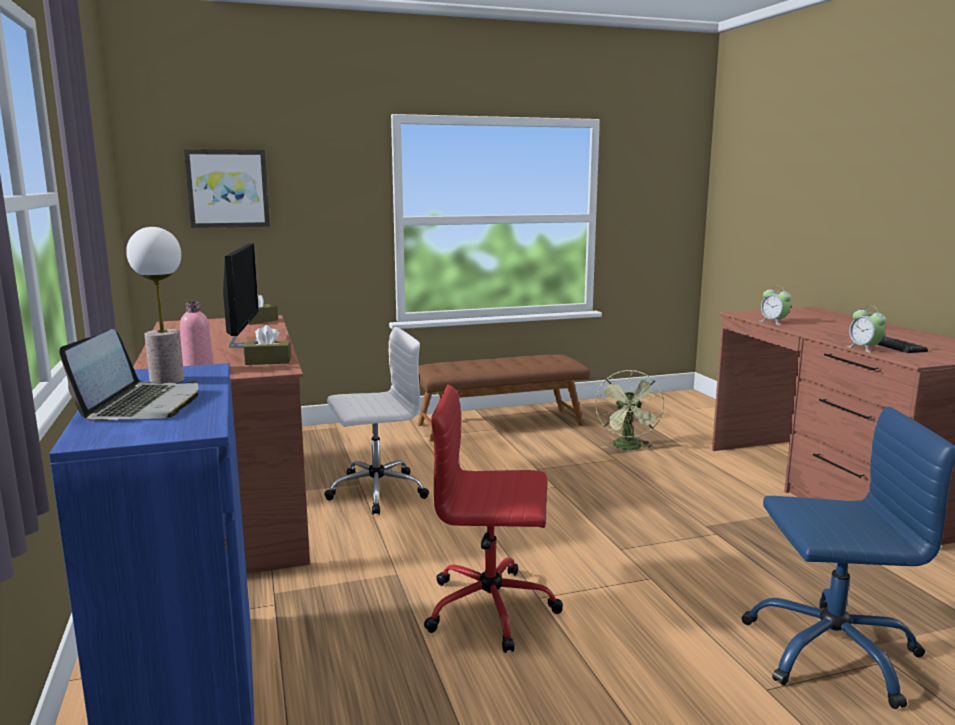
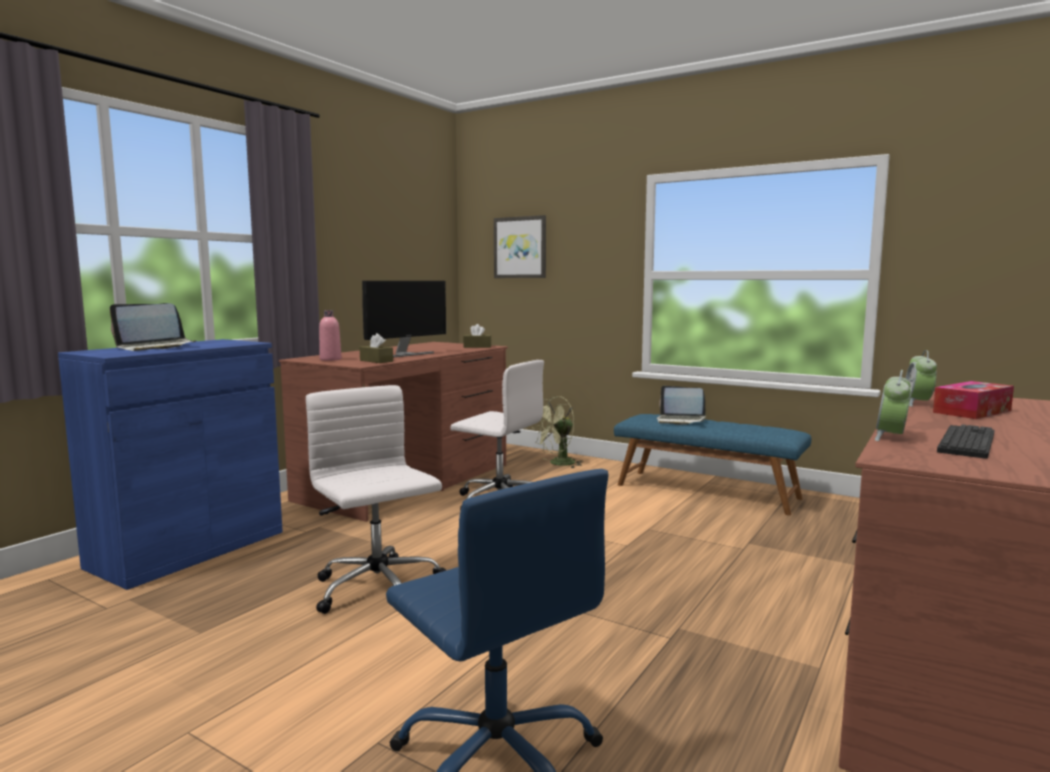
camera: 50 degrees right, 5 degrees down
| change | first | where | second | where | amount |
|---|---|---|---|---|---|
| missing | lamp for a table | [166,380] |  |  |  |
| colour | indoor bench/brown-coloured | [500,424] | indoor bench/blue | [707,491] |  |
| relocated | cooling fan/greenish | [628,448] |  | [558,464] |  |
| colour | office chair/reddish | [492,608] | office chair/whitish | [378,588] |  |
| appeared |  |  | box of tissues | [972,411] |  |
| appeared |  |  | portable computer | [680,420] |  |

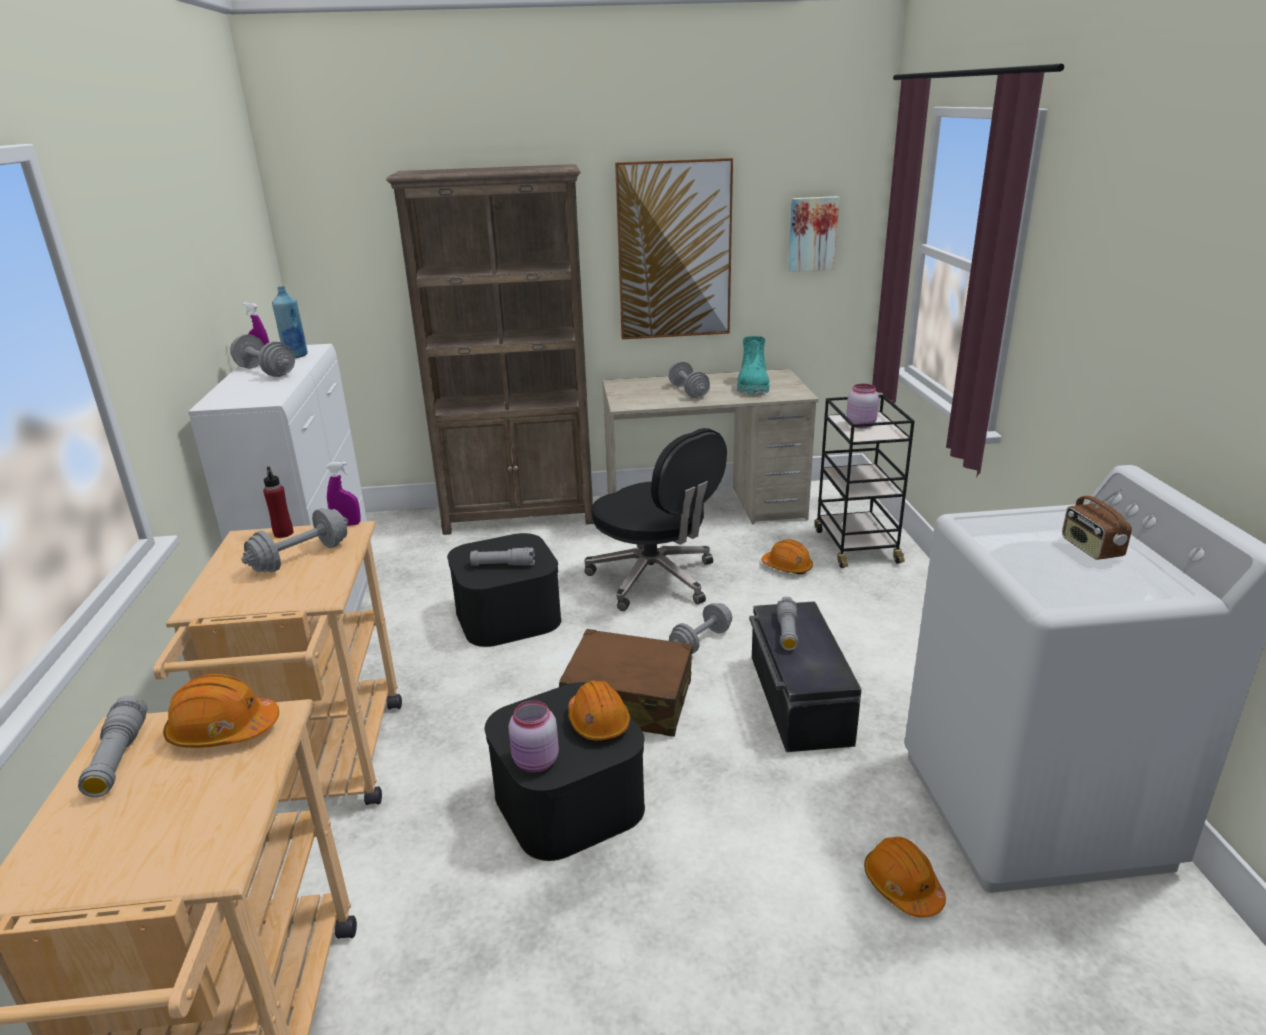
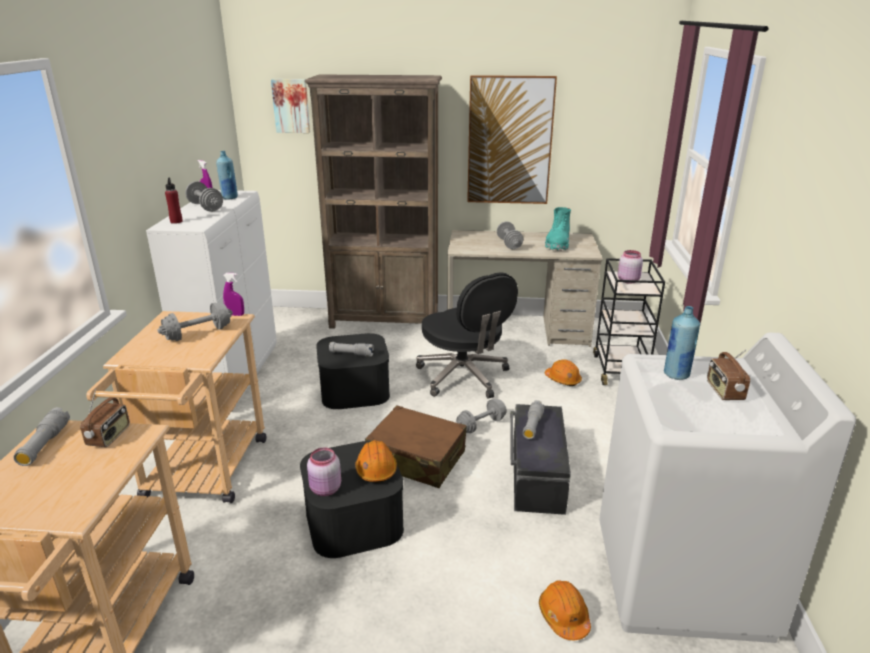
camera: 10 degrees right, 0 degrees up
| change | first | where | second | where | amount |
|---|---|---|---|---|---|
| relocated | picture | [812,234] |  | [291,105] |  |
| relocated | drink bottle/reddish | [283,533] |  | [176,221] |  |
| exchanged | work helmet/orange | [223,730] | radio receiver | [109,437] |  |
| appeared |  |  | drink bottle/blue | [676,374] |  |

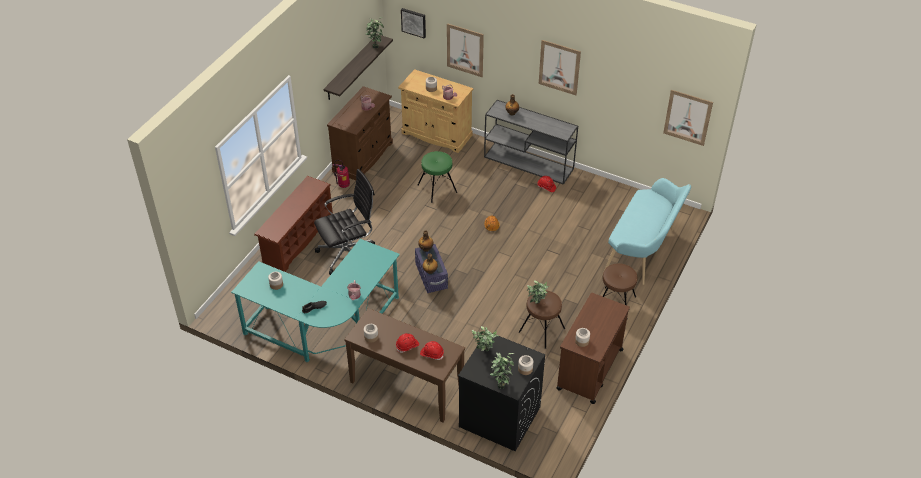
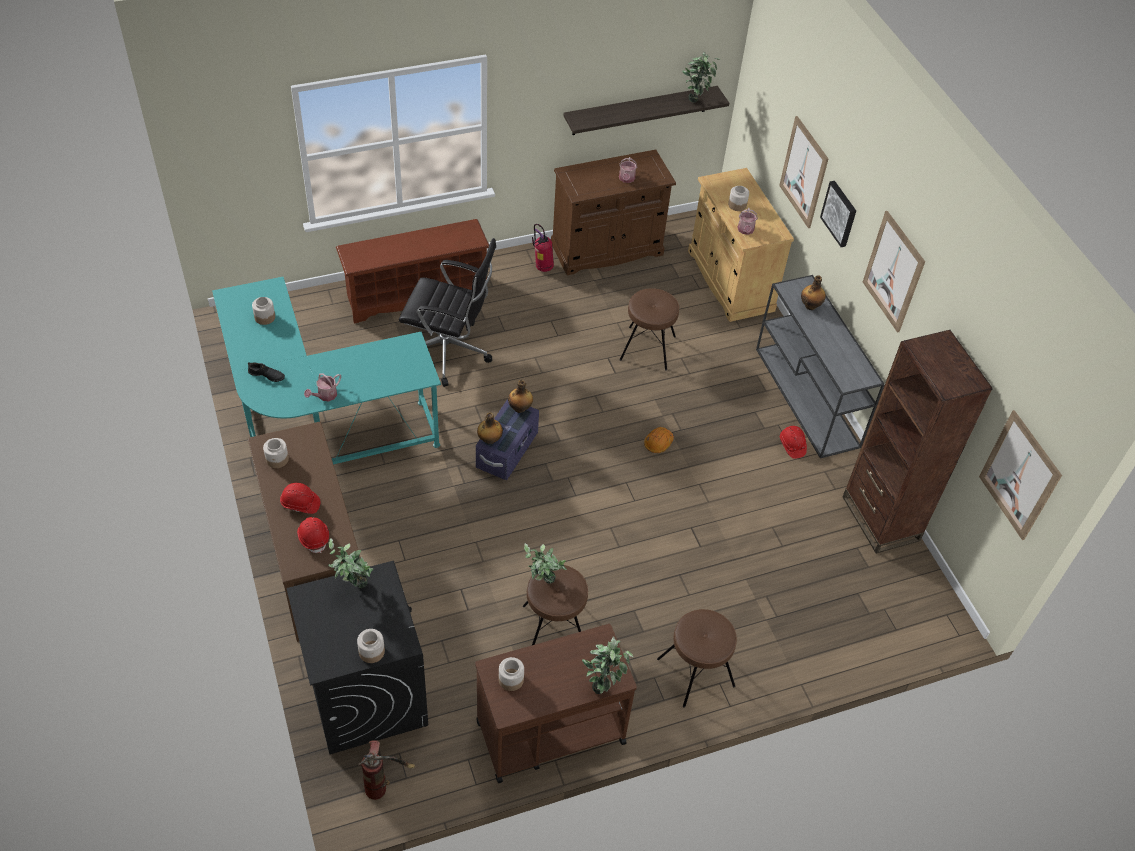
camera: 40 degrees right, 5 degrees up
| change | first | where | second | where | amount |
|---|---|---|---|---|---|
| relocated | picture | [414,22] |  | [840,213] |  |
| colour | stool seat/greenish | [437,188] | stool seat/brown-coloured | [648,348] |  |
| missing | indoor bench/blue-green | [643,252] |  |  |  |
| relocated | plant in a pot | [501,382] |  | [603,683] |  |
| appeared |  |  | shelving unit/brown-coloured | [880,519] |  |
| appeared |  |  | extinguisher | [383,784] |  |

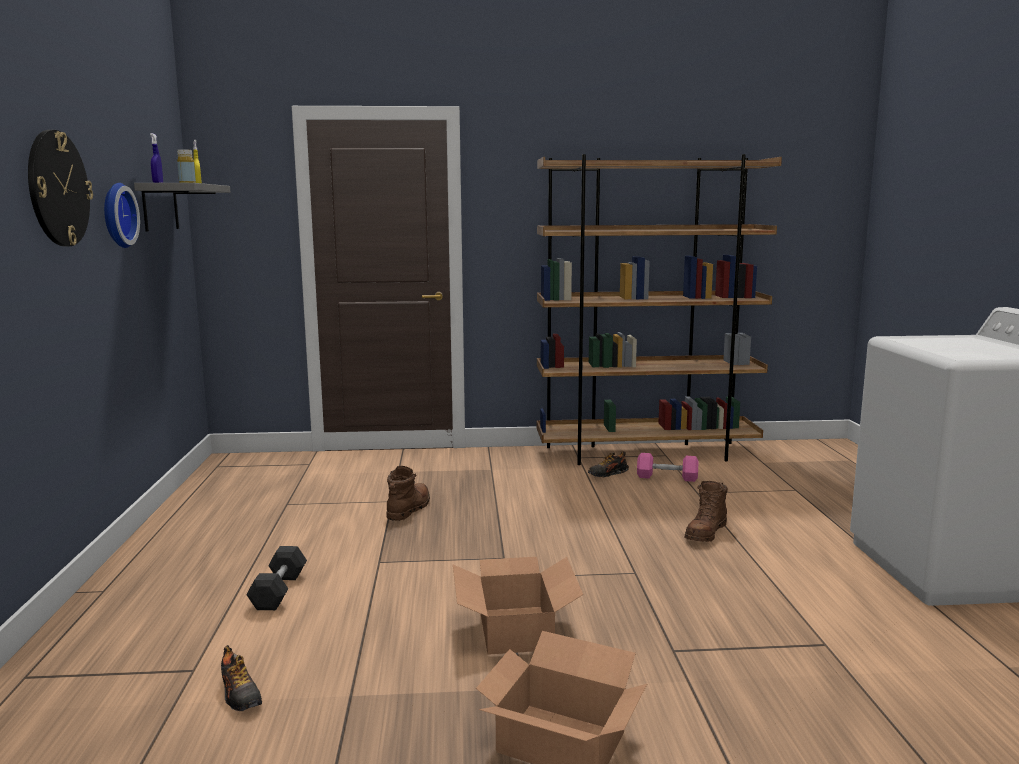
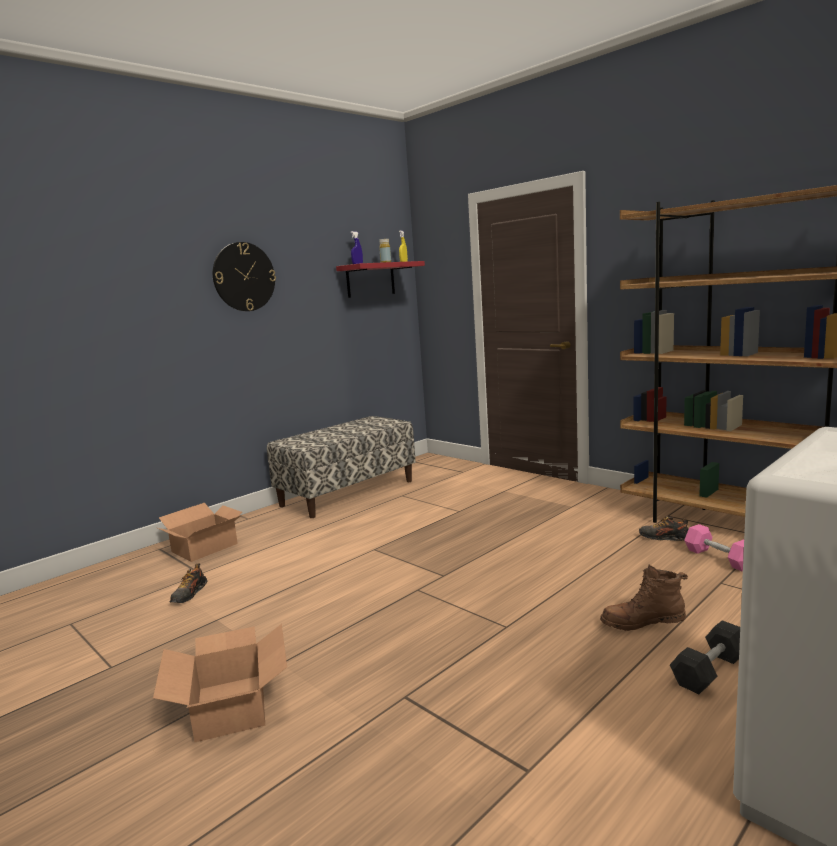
camera: 50 degrees right, 0 degrees up
| change | first | where | second | where | amount |
|---|---|---|---|---|---|
| missing | wall clock | [116,215] |  |  |  |
| colour | shelf/gray | [160,207] | shelf/reddish | [370,280] |  |
| missing | boot/brown-coloured | [409,509] |  |  |  |
| relocated | free weight/gray | [279,591] |  | [710,671] |  |
| relocated | cardboard box | [516,629] |  | [205,548] |  |
| appeared |  |  | indoor bench | [348,493] |  |

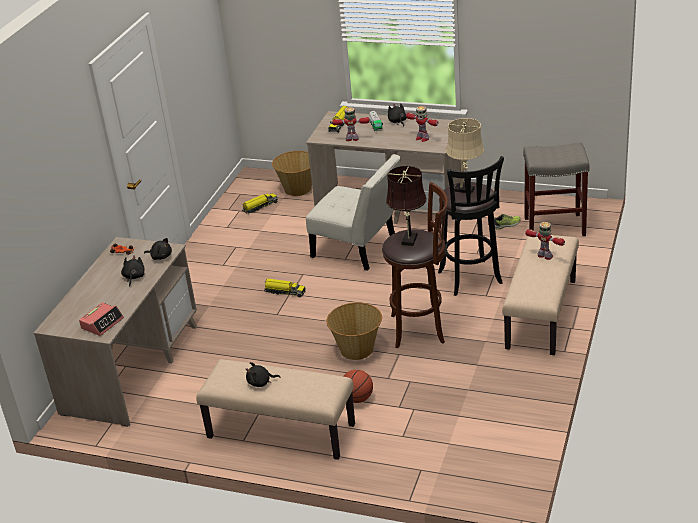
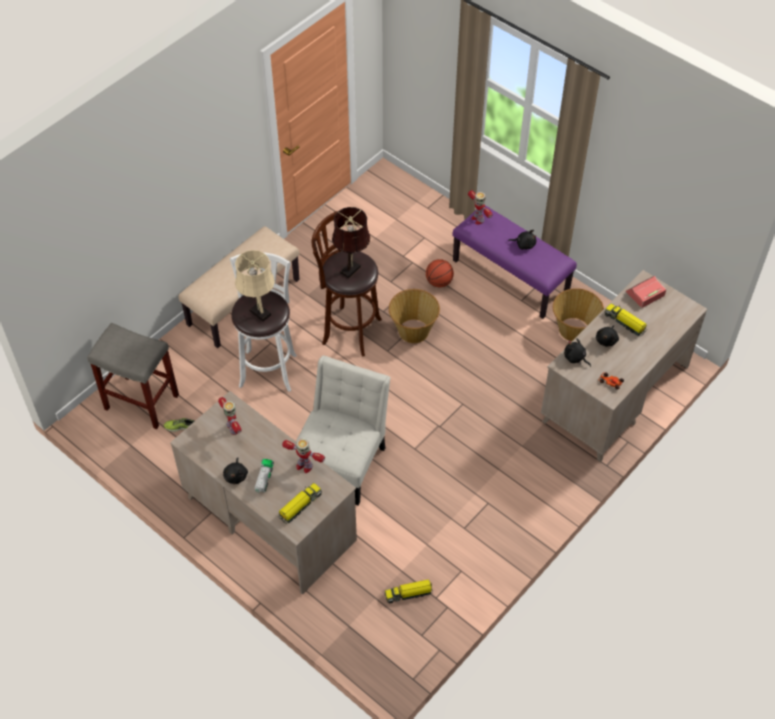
camera: 160 degrees left, 20 degrees up
| change | first | where | second | where | amount |
|---|---|---|---|---|---|
| relocated | storage basket | [297,189] |  | [574,330] |  |
| spun | chair/whitish | [358,249] |  | [342,460] | 60 degrees clockwise |
| colour | stool seat/black | [471,279] | stool seat/whitish | [268,368] |  |
| relocated | toy robot | [545,256] |  | [477,219] |  |
| relocated | toy truck | [284,292] |  | [625,322] |  |
| colour | indoor bench/beige | [280,432] | indoor bench/purplish | [511,277] |  |

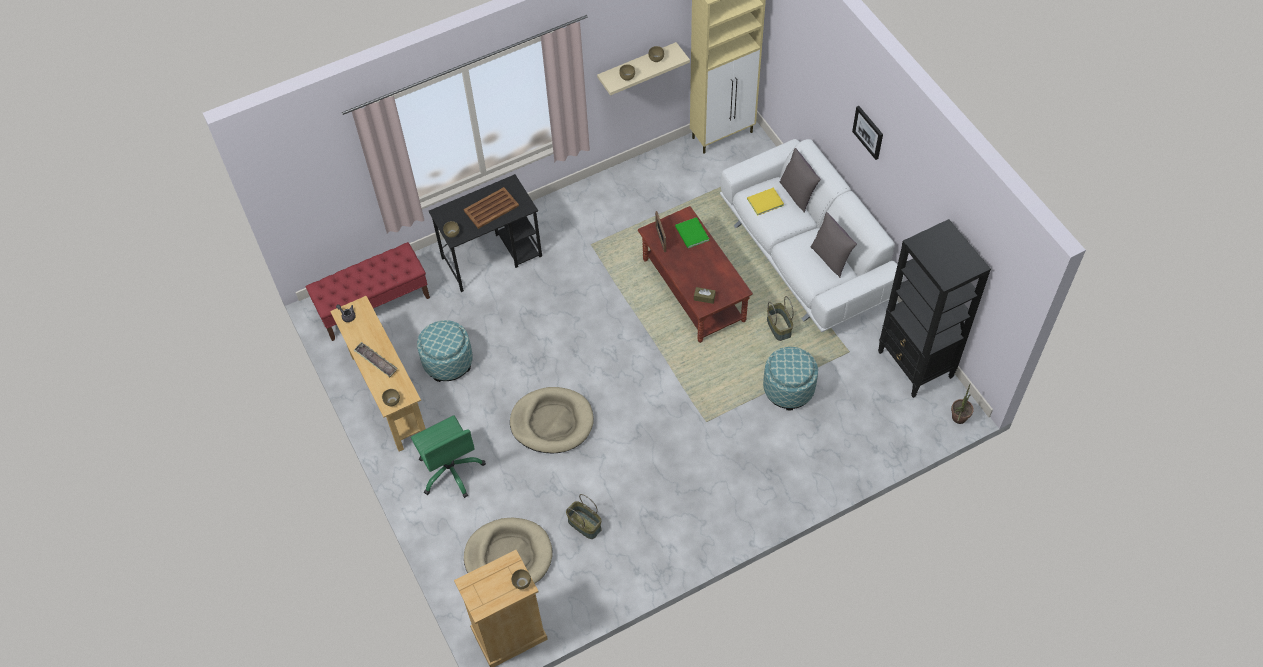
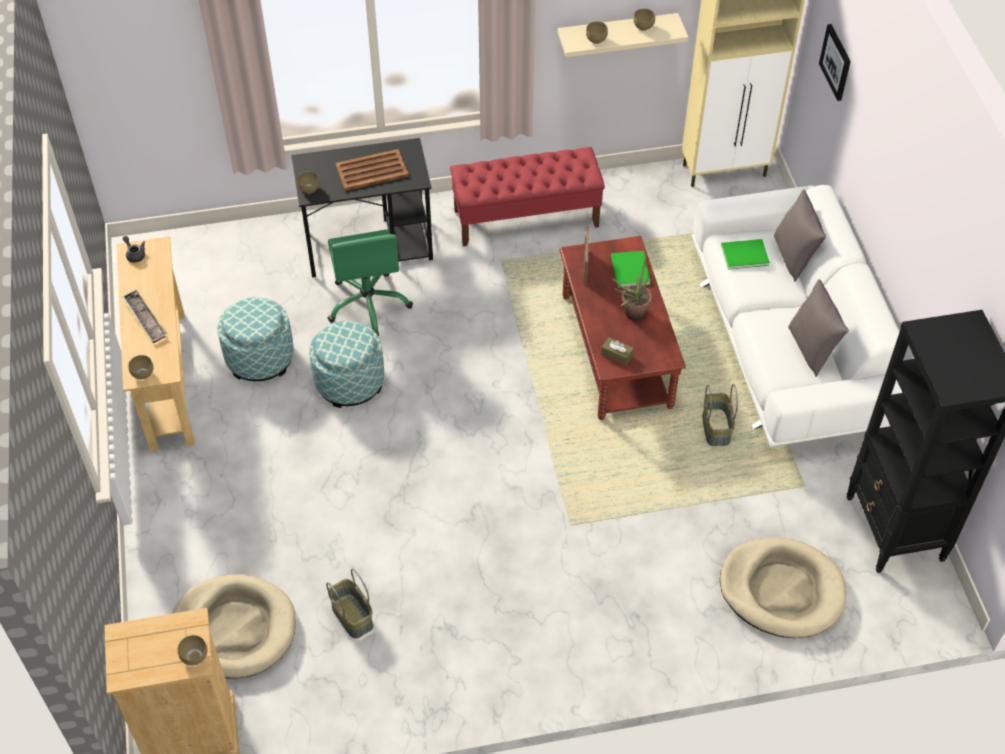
camera: 15 degrees right, 5 degrees down
| change | first | where | second | where | amount |
|---|---|---|---|---|---|
| relocated | picture | [868,132] |  | [836,62] |  |
| colour | book/yellow-coloured | [764,202] | book/greenish | [743,254] |  |
| relocated | indoor bench/reddish | [374,305] |  | [526,218] |  |
| relocated | pouffe | [788,389] |  | [349,382] |  |
| relocated | plant in a pot | [957,420] |  | [631,314] |  |
| relocated | pet bed/beige | [552,422] |  | [781,590] |  |
| relocated | office chair/greenish | [451,470] |  | [369,304] |  |

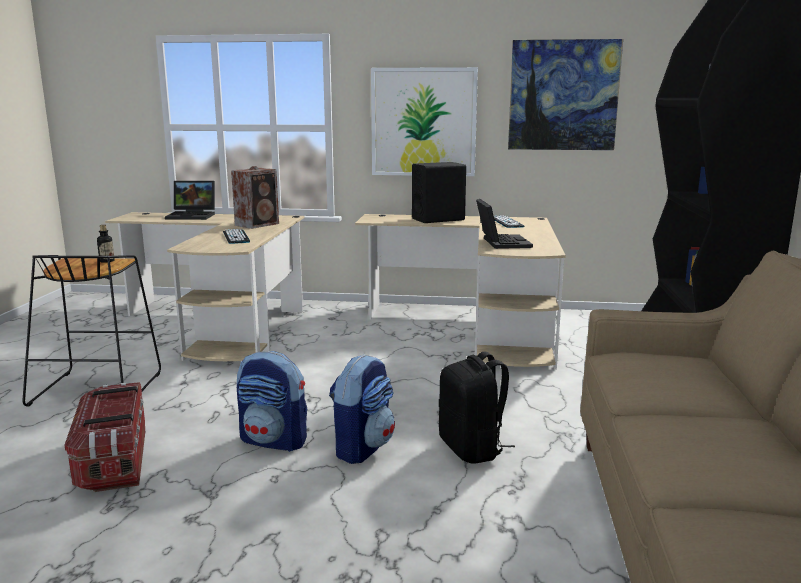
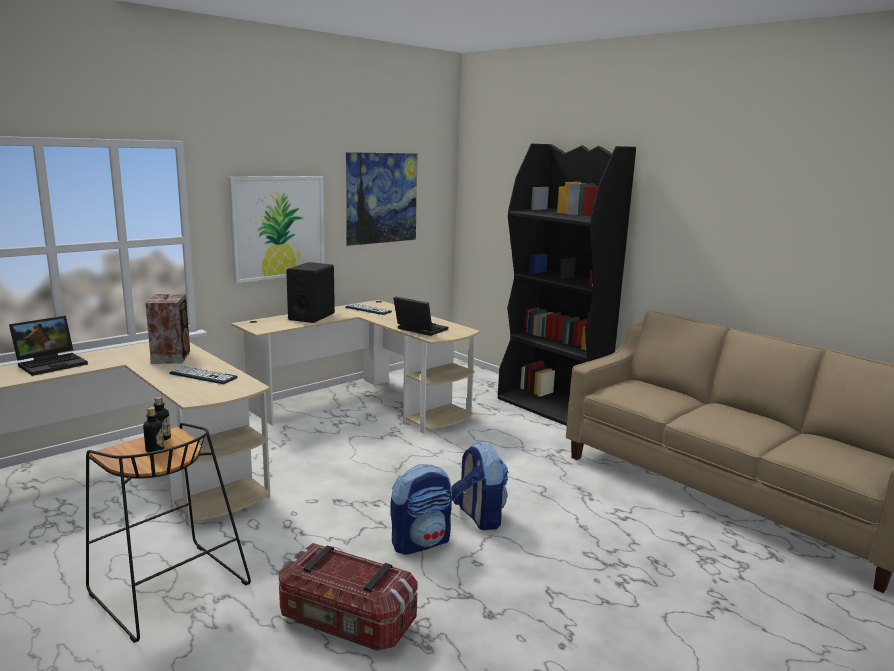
camera: 50 degrees left, 0 degrees up
| change | first | where | second | where | amount |
|---|---|---|---|---|---|
| missing | knapsack/black | [472,449] |  |  |  |
| appeared |  |  | drink bottle | [155,450] |  |

